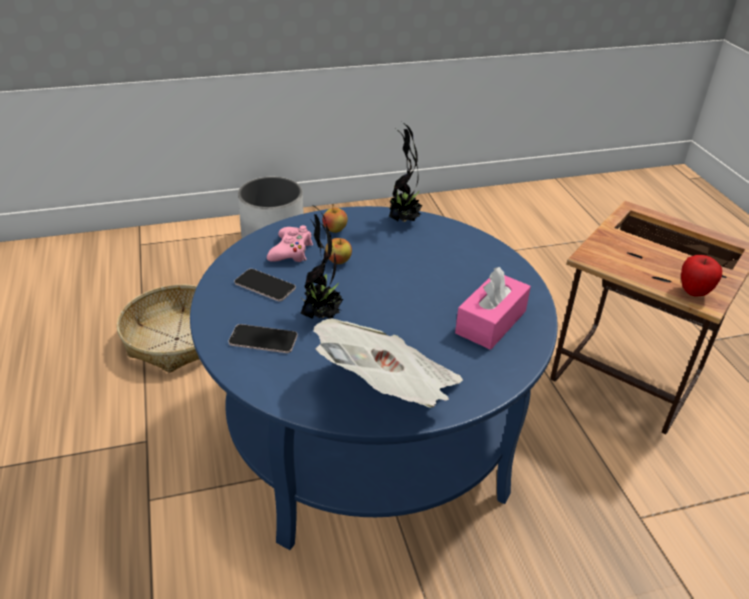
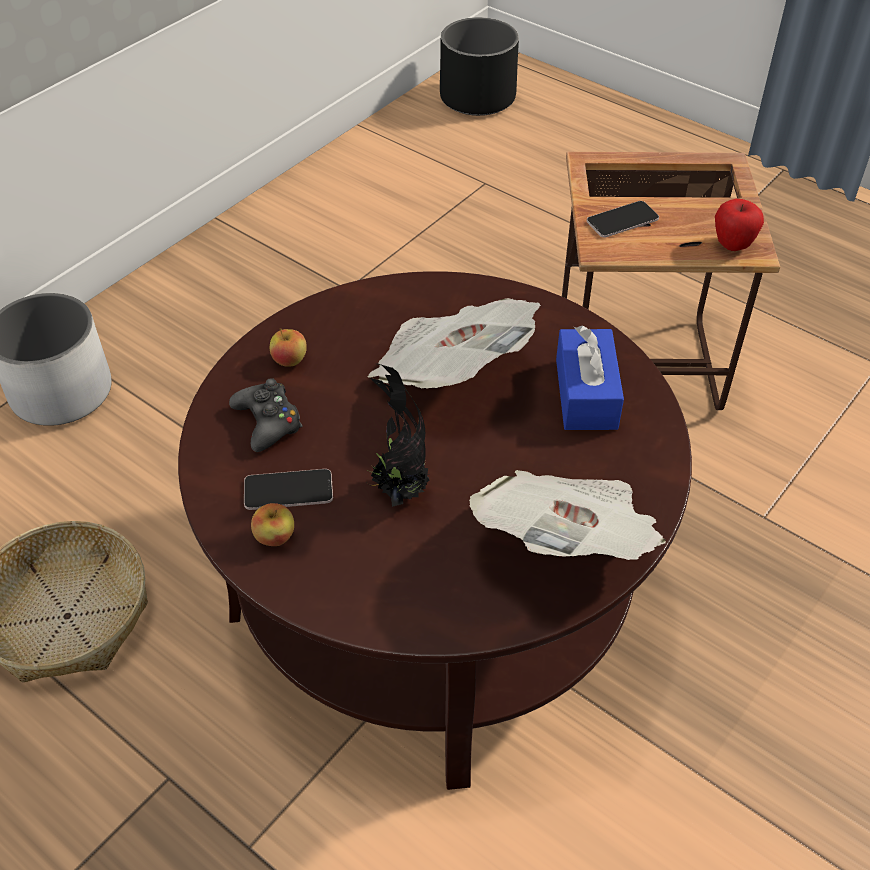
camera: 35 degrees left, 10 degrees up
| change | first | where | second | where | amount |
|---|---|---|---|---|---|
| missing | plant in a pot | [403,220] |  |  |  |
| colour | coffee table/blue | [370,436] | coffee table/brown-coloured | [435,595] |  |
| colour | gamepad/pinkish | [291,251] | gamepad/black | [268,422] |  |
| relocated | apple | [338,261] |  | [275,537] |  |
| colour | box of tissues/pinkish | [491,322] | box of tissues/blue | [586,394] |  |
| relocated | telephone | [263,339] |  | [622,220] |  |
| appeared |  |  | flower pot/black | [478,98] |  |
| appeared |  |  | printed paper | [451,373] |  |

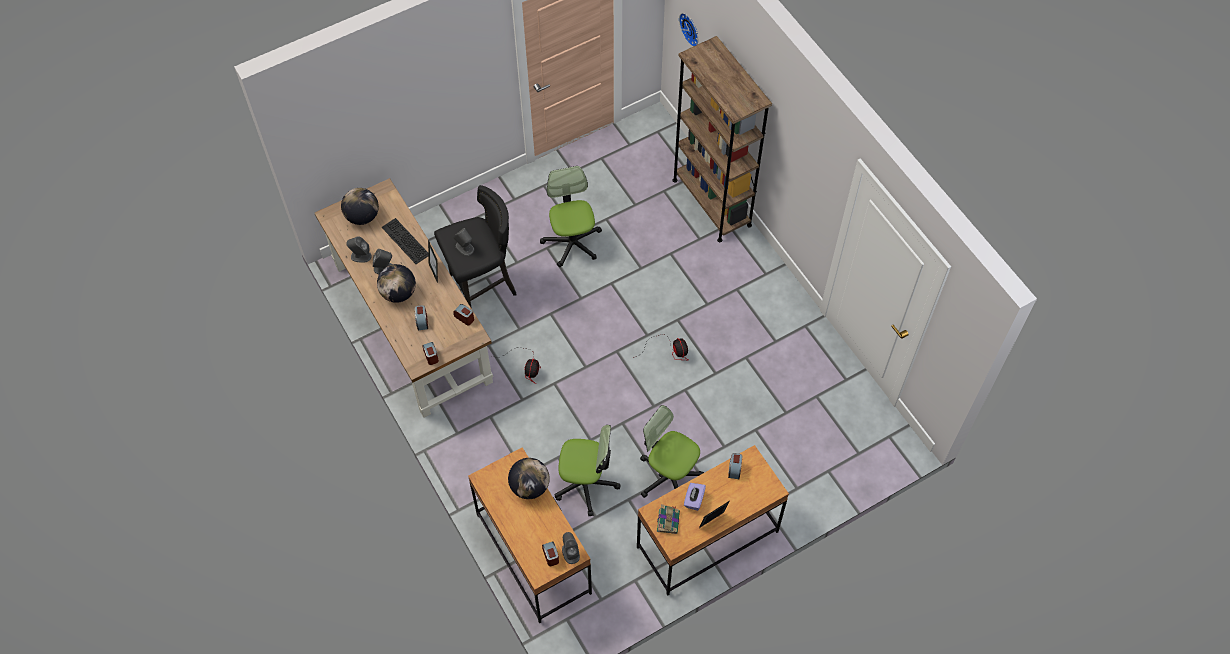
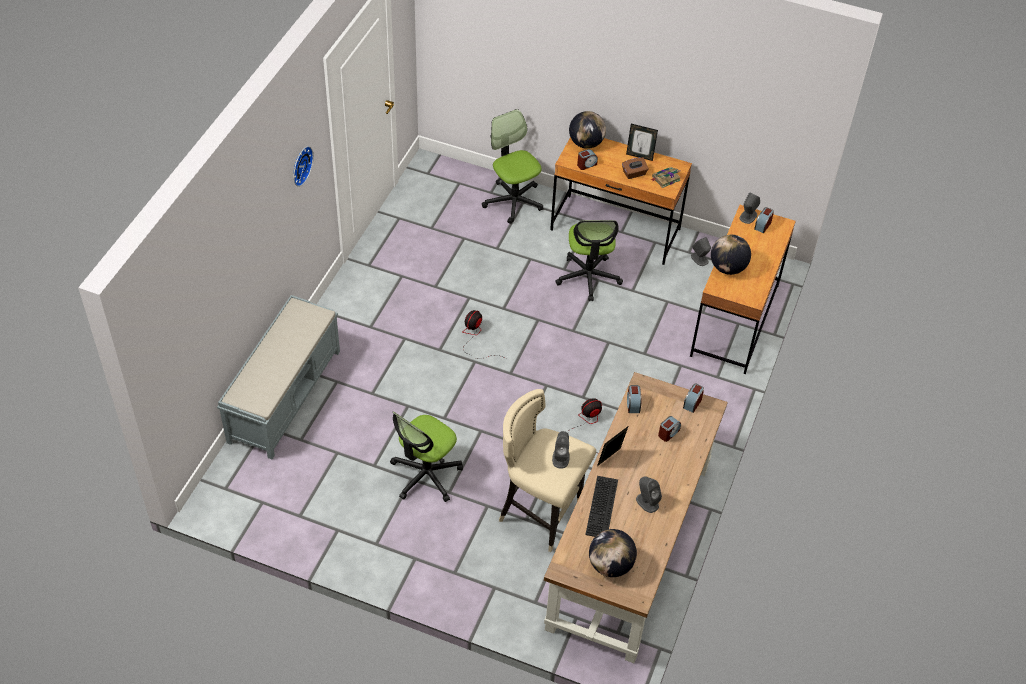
camera: 130 degrees left, 10 degrees down
| change | first | where | second | where | amount |
|---|---|---|---|---|---|
| relocated | wall clock | [691,28] |  | [300,165] |  |
| exchanged | shelving unit/brown-coloured | [711,202] | indoor bench/gray | [285,395] |  |
| colour | stool seat/black | [482,288] | stool seat/beige | [540,514] |  |
| relocated | speaker/gray | [360,256] |  | [700,259] |  |
| relocated | world globe | [398,293] |  | [586,143] |  |
| relocated | office chair | [586,483] |  | [513,201] |  |
| colour | box of tissues/purplish | [694,500] | box of tissues/brown-coloured | [634,173] |  |

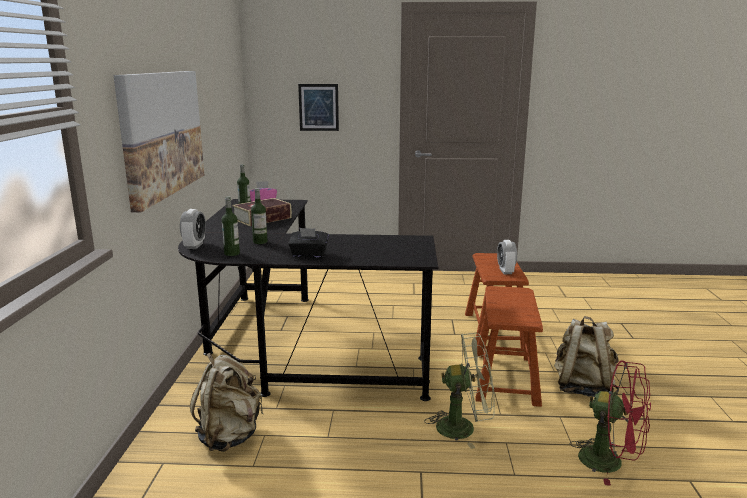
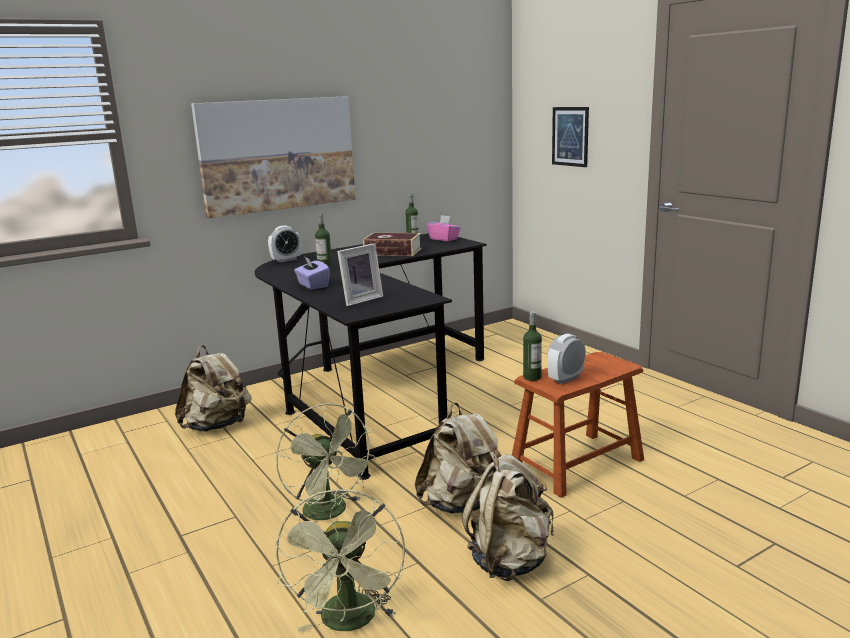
camera: 55 degrees right, 0 degrees up
| change | first | where | second | where | amount |
|---|---|---|---|---|---|
| relocated | drink bottle | [232,253] |  | [532,377] |  |
| colour | box of tissues/black | [309,255] | box of tissues/purplish | [312,285] |  |
| exchanged | stool seat/brown-coloured | [505,378] | knapsack/beige | [463,504] |  |
| colour | cooling fan/reddish | [610,462] | cooling fan/greenish | [350,622] |  |
| appeared |  |  | standing frame | [360,299] |  |

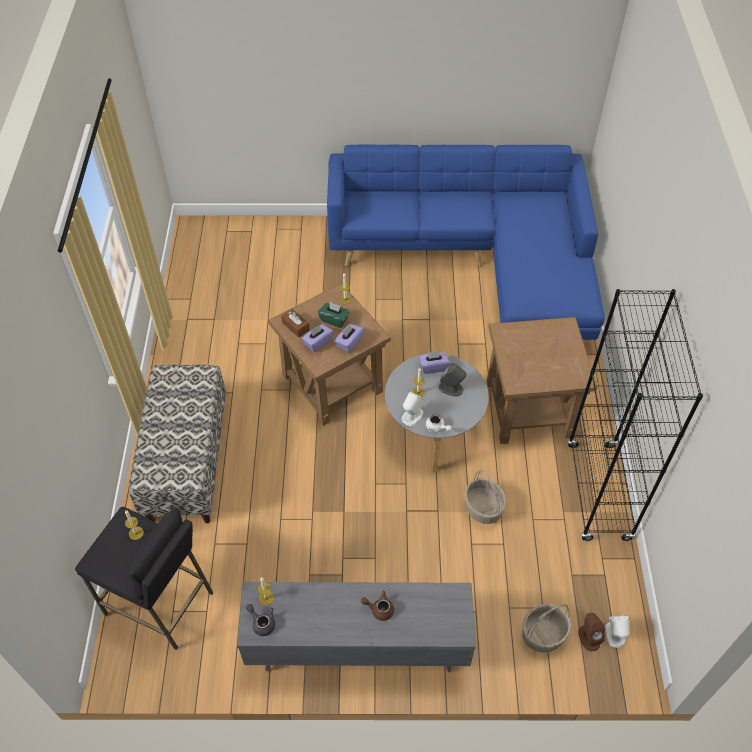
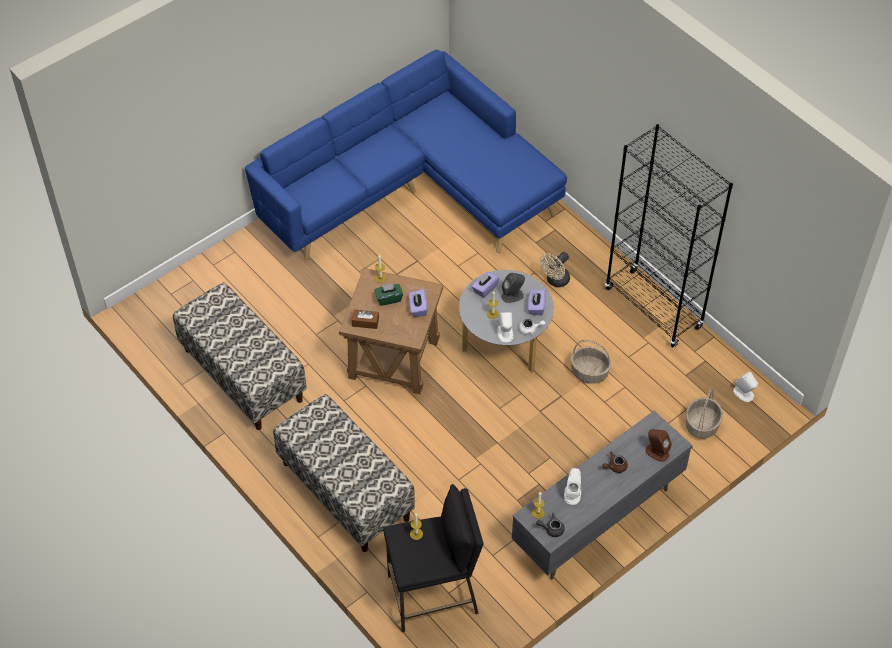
camera: 40 degrees left, 0 degrees up
| change | first | where | second | where | amount |
|---|---|---|---|---|---|
| exchanged | side table/brown-coloured | [529,409] | cooling fan/beige | [555,281] |  |
| relocated | box of tissues/purplish | [317,342] |  | [536,307] |  |
| relocated | speaker/brown-coloured | [589,637] |  | [657,452] |  |
| appeared |  |  | indoor bench | [242,375] |  |
| appeared |  |  | speaker/whitish | [572,493] |  |

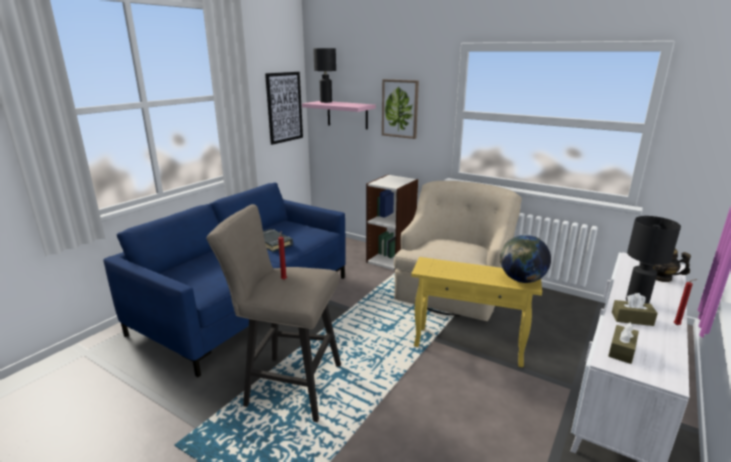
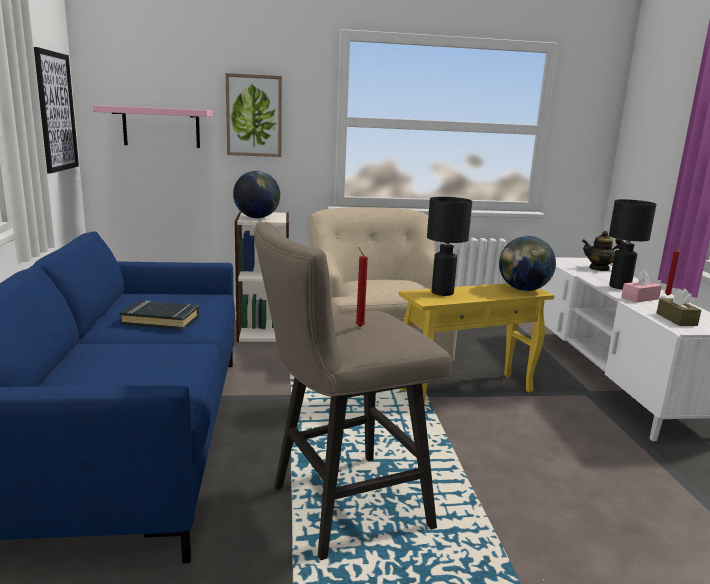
camera: 40 degrees left, 5 degrees down
| change | first | where | second | where | amount |
|---|---|---|---|---|---|
| relocated | lamp for a table/black | [325,102] |  | [442,293] |  |
| colour | box of tissues/brown-coloured | [632,319] | box of tissues/pinkish | [640,298] |  |
| appeared |  |  | world globe | [257,218] |  |

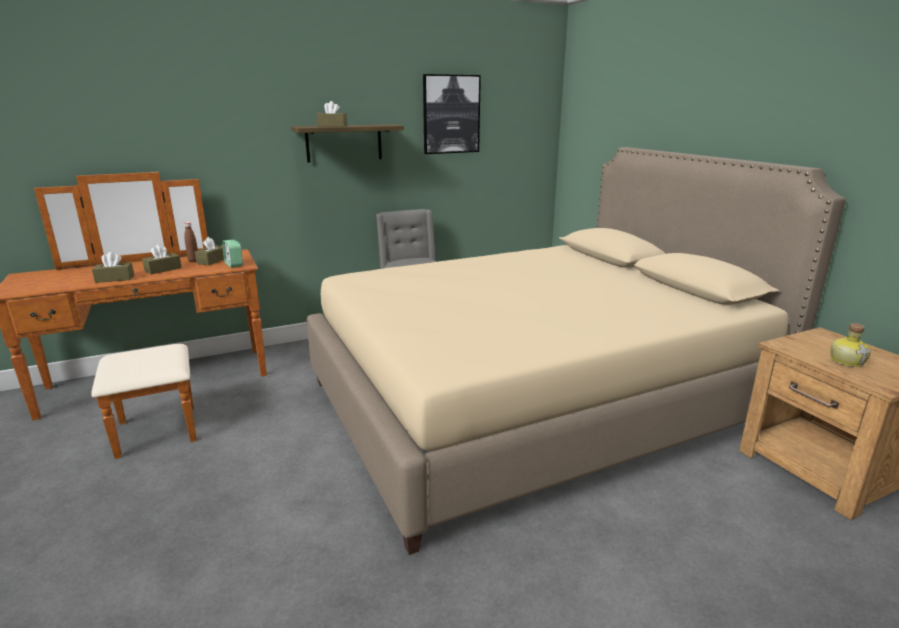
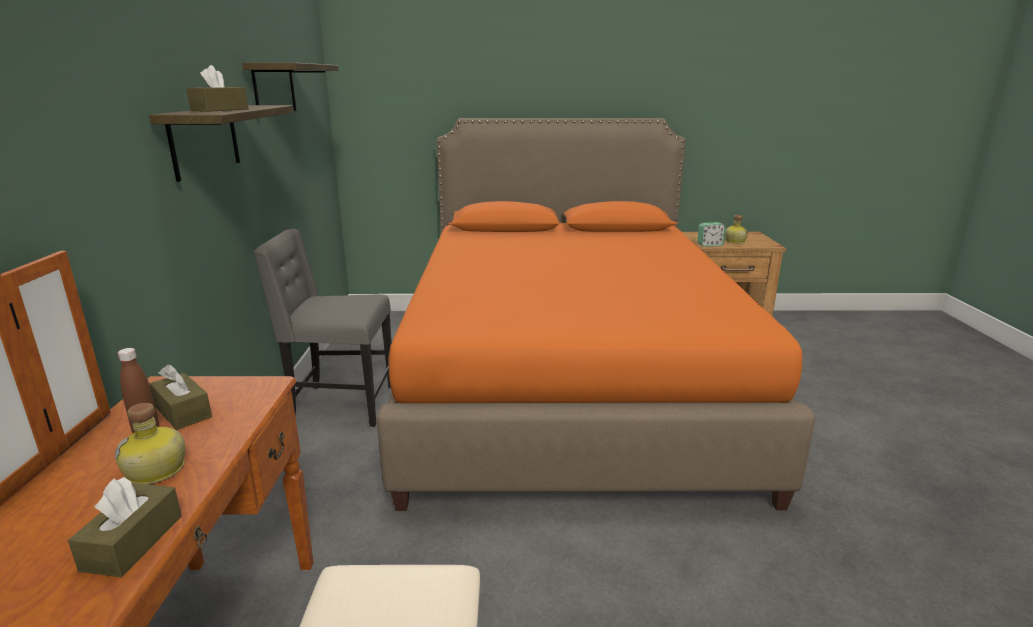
camera: 65 degrees left, 0 degrees up
| change | first | where | second | where | amount |
|---|---|---|---|---|---|
| exchanged | picture | [451,114] | shelf | [274,88] |  |
| colour | bed/beige | [533,402] | bed/orange | [568,382] |  |
| relocated | bedside clock | [234,264] |  | [710,245] |  |
| exchanged | box of tissues/brown-coloured | [163,269] | drink bottle | [157,471] |  |

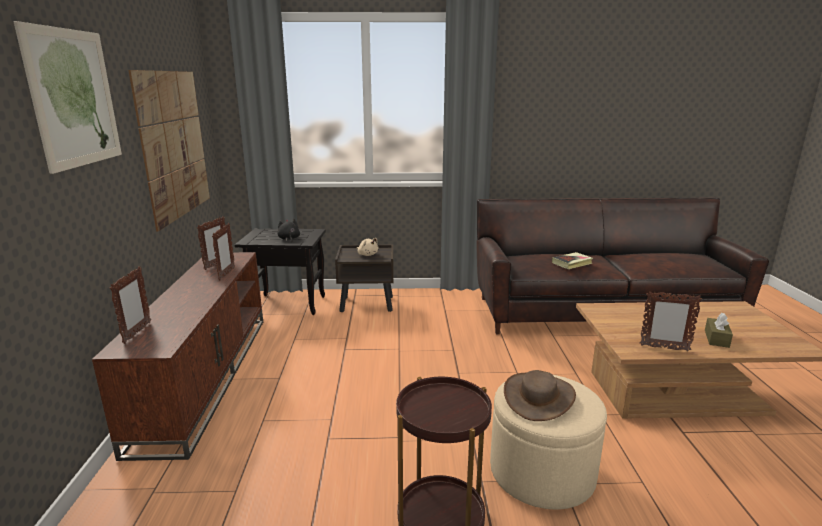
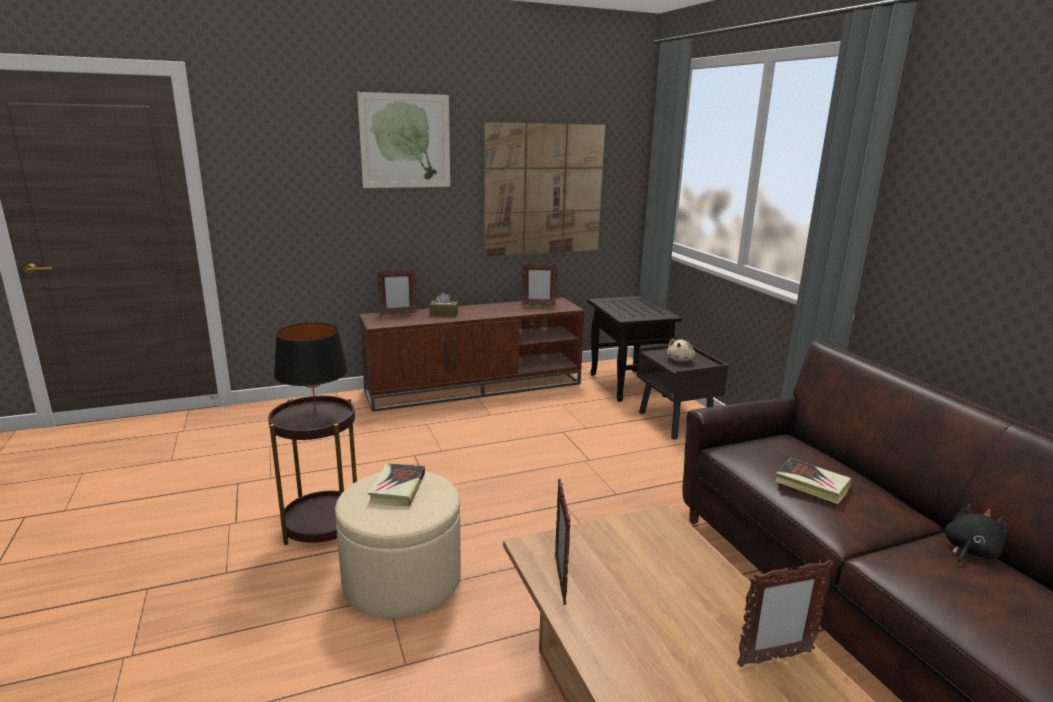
camera: 70 degrees right, 0 degrees up
| change | first | where | second | where | amount |
|---|---|---|---|---|---|
| relocated | cuddly toy/black | [289,239] |  | [969,551] |  |
| relocated | standing frame | [226,274] |  | [774,658] |  |
| relocated | box of tissues/brown-coloured | [716,338] |  | [444,314] |  |
| exchanged | hat/brown-coloured | [539,397] | book | [397,488] |  |
| appeared |  |  | lamp for a table/black | [315,414] |  |

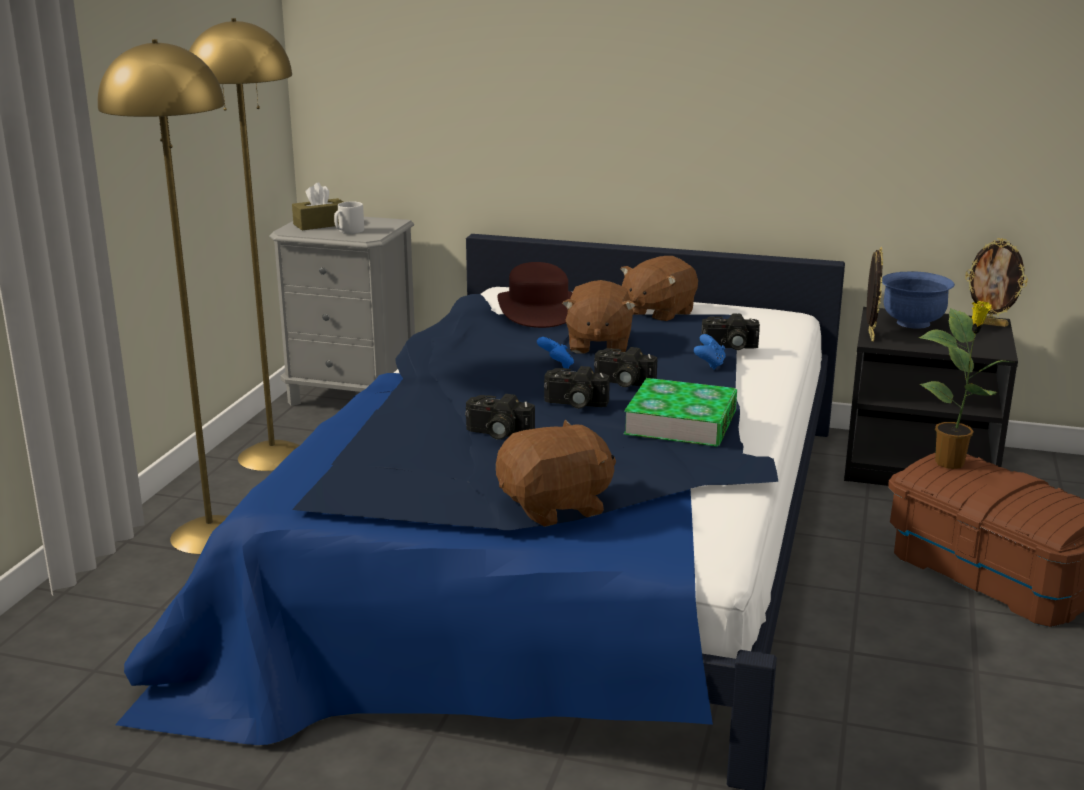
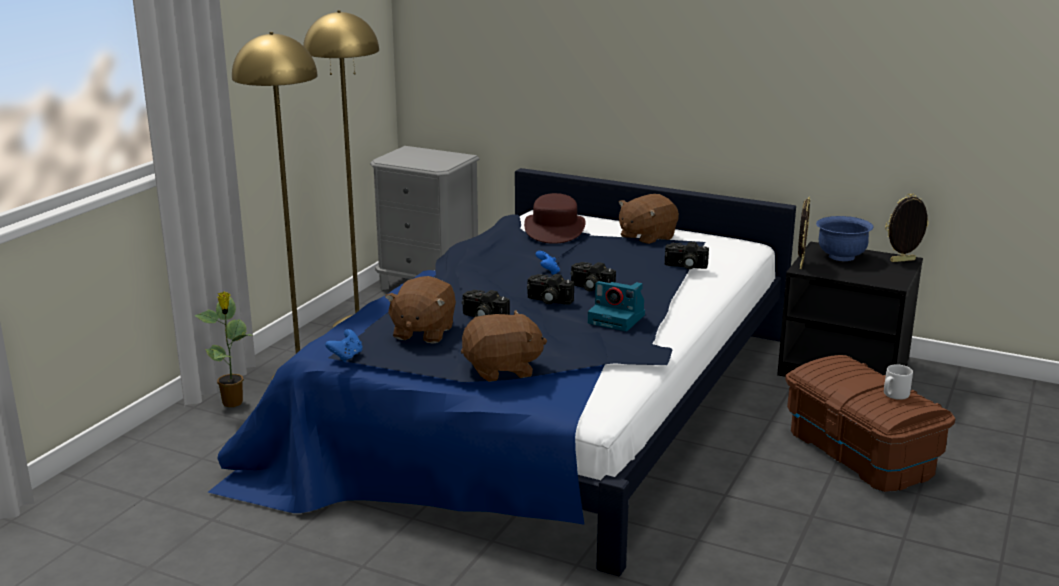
camera: 10 degrees right, 0 degrees up
| change | first | where | second | where | amount |
|---|---|---|---|---|---|
| missing | box of tissues/brown-coloured | [321,224] |  |  |  |
| relocated | coffee mug/gray | [348,231] |  | [894,395] |  |
| spun | standing frame | [989,324] |  | [903,261] | 135 degrees clockwise |
| relocated | cuddly toy/brown-coloured | [598,345] |  | [423,332] |  |
| relocated | plant in a pot | [951,463] |  | [233,403] |  |
| relocated | gamepad/blue | [709,364] |  | [346,356] |  |
| exchanged | book | [681,422] | still camera | [618,319] |  |

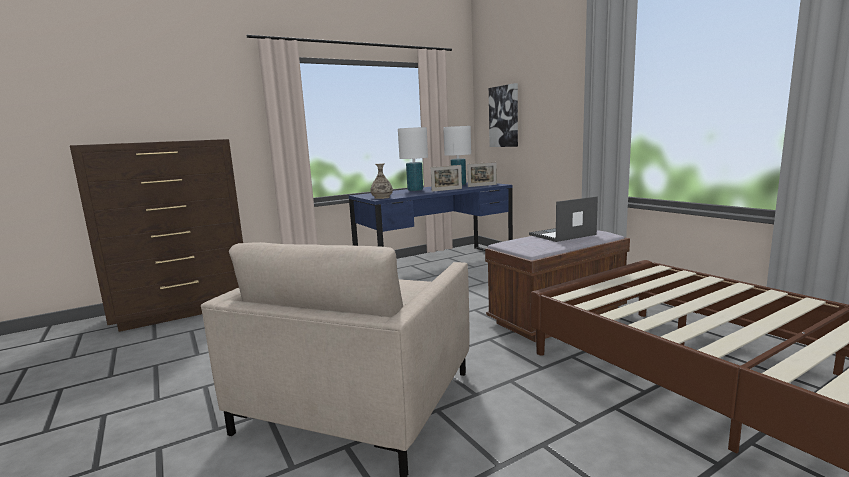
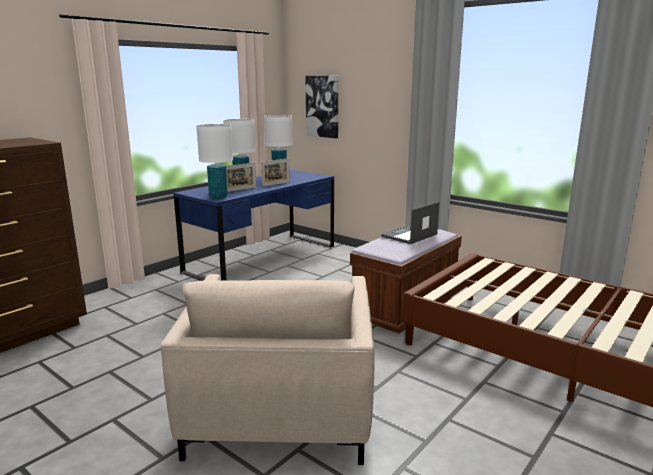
camera: 20 degrees left, 5 degrees up
| change | first | where | second | where | amount |
|---|---|---|---|---|---|
| relocated | standing frame | [482,185] |  | [240,189] |  |
| exchanged | decorative vase | [382,197] | lamp for a table/whitish | [218,197] |  |

